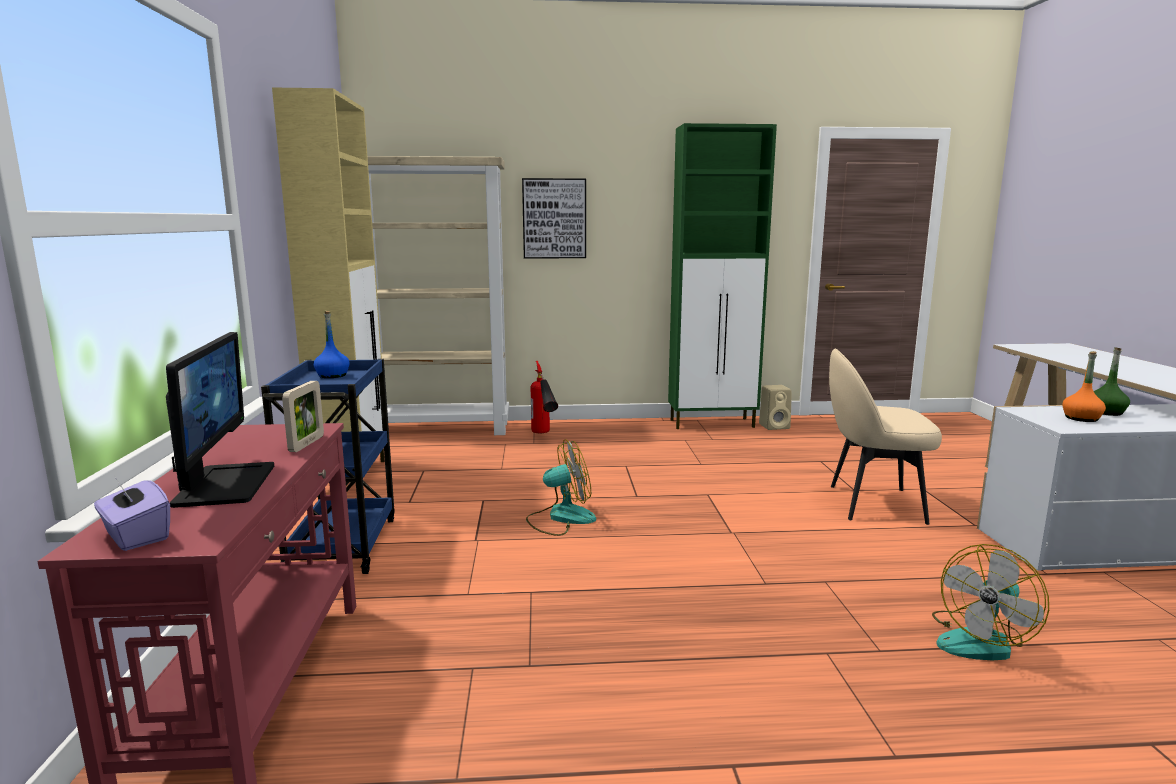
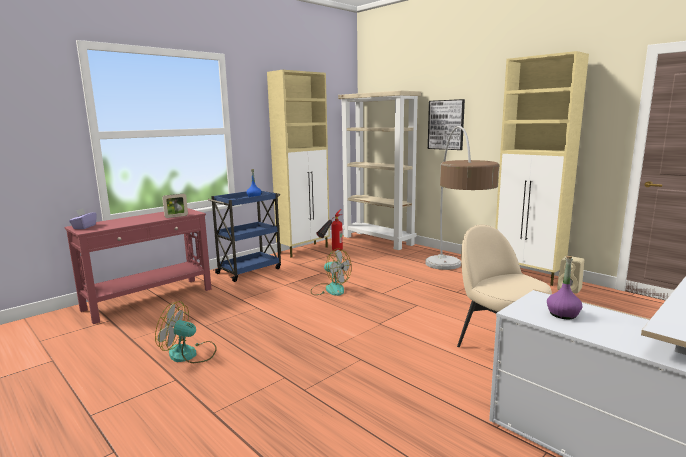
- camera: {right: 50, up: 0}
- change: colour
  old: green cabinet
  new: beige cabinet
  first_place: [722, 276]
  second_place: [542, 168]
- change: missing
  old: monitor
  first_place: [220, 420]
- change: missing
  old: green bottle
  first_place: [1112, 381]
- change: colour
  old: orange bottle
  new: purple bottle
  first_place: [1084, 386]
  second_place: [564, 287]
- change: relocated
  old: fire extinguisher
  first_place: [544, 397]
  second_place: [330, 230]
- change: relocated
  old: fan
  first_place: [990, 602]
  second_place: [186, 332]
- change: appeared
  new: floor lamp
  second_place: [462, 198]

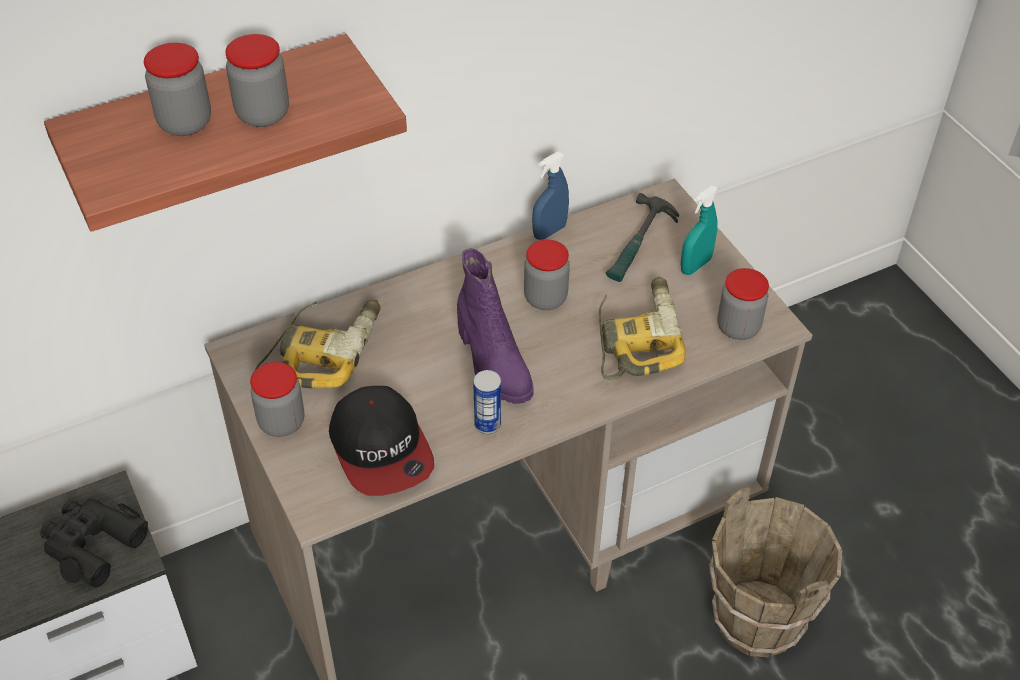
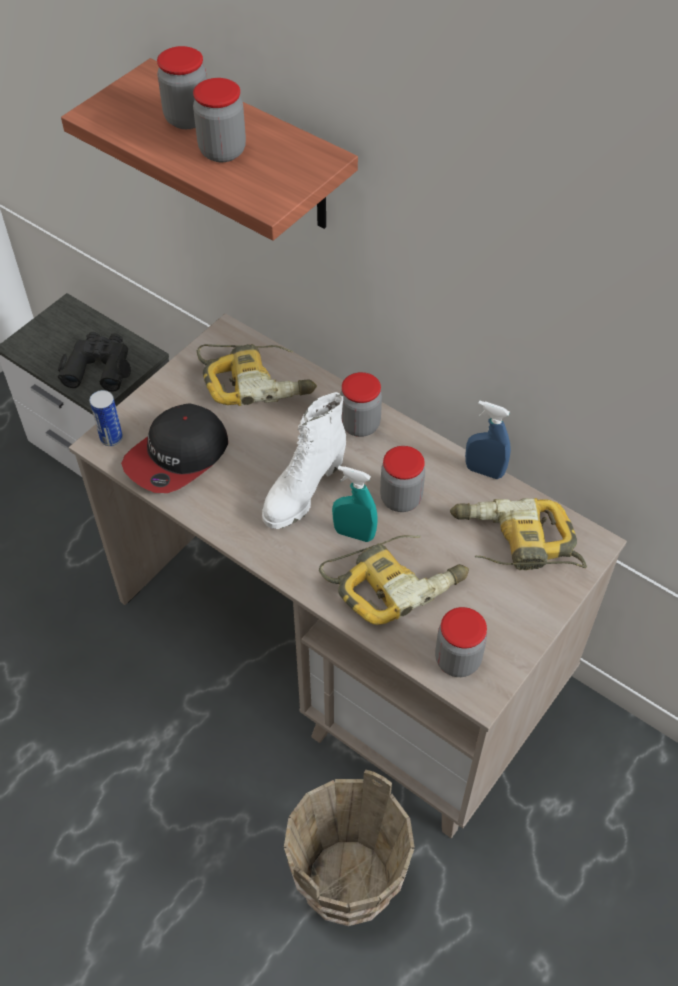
- camera: {right: 65, up: 5}
- change: relocated
  old: turquoise spray bottle
  first_place: [699, 230]
  second_place: [355, 504]
- change: exchanged
  old: hammer
  new: power drill
  first_place: [642, 237]
  second_place: [518, 534]
- change: colour
  old: purple boot
  new: white boot
  first_place: [495, 326]
  second_place: [304, 460]
- change: relocated
  old: jar
  first_place: [277, 399]
  second_place: [361, 404]
- change: relocated
  old: can
  first_place: [487, 402]
  second_place: [106, 418]

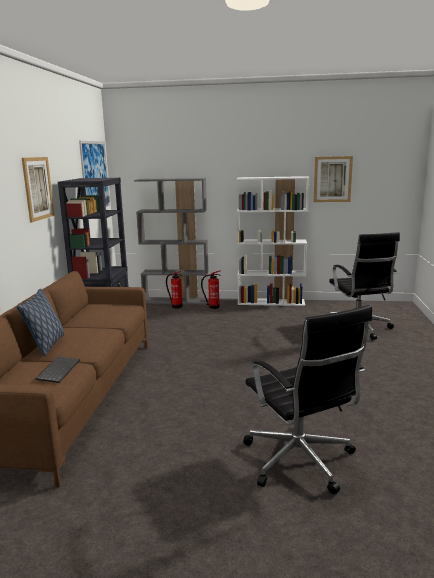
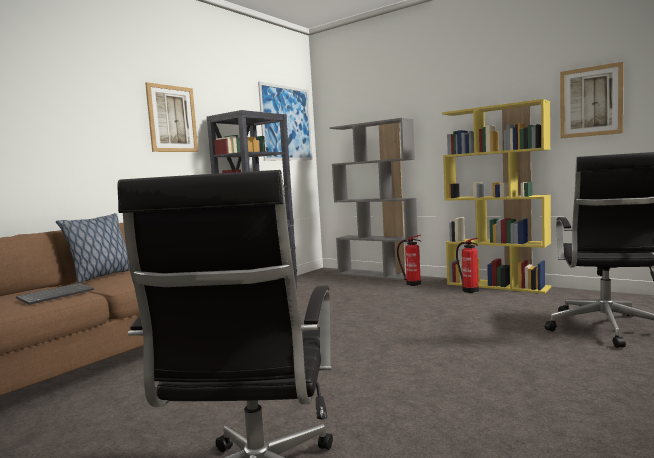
- camera: {right: 30, up: -10}
- change: colour
  old: white bookcase
  new: yellow bookcase
  first_place: [273, 241]
  second_place: [496, 196]
- change: relocated
  old: fire extinguisher
  first_place: [174, 290]
  second_place: [467, 265]

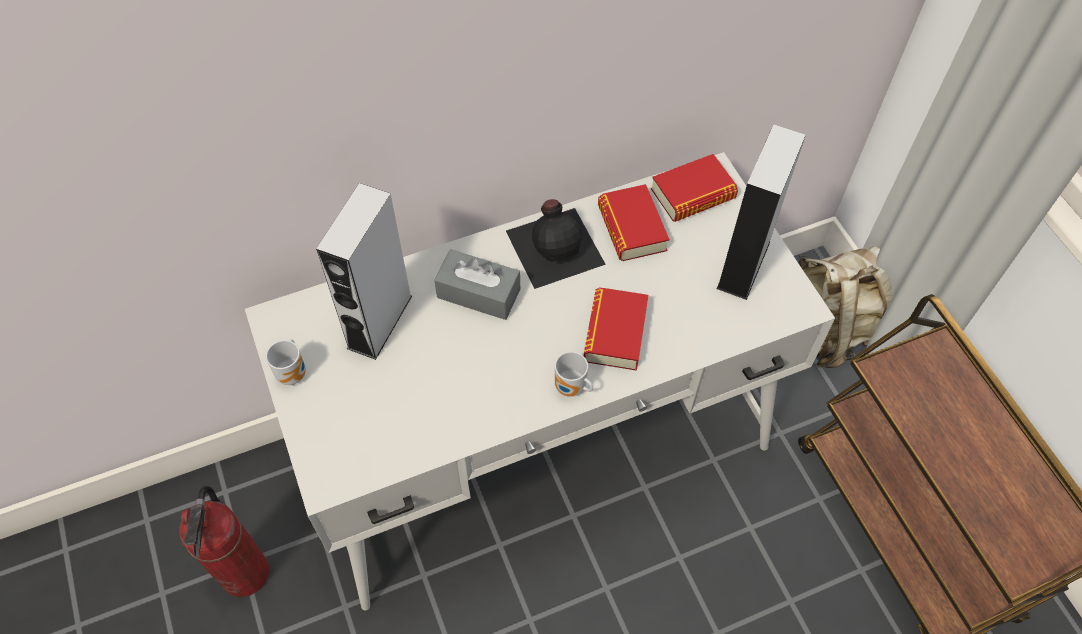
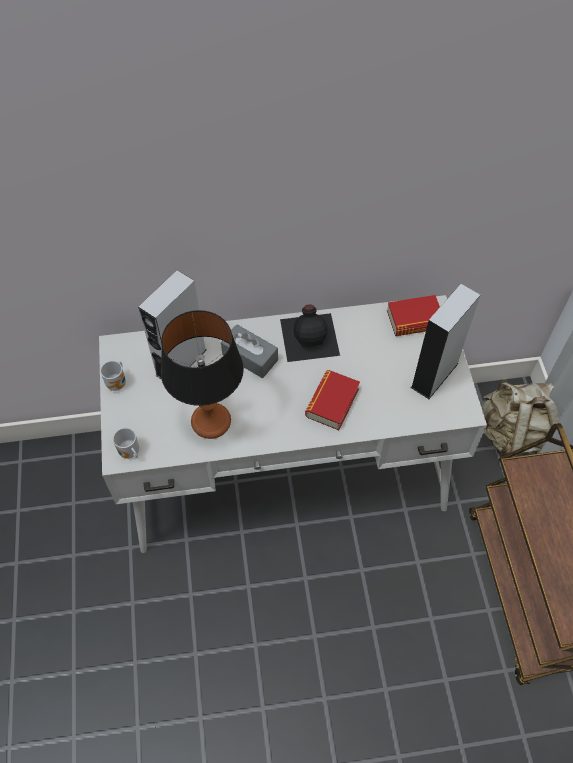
- camera: {right: 15, up: 0}
- change: missing
  old: book
  first_place: [634, 222]
- change: relocated
  old: mug
  first_place: [574, 374]
  second_place: [126, 443]
- change: missing
  old: fire extinguisher
  first_place: [224, 541]
- change: appeared
  new: table lamp
  second_place: [202, 374]

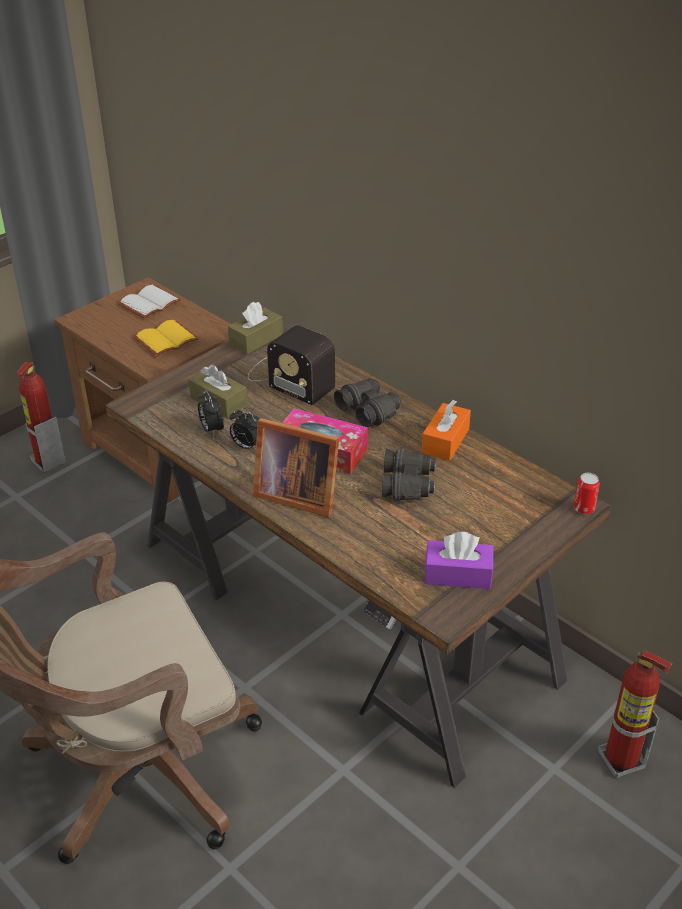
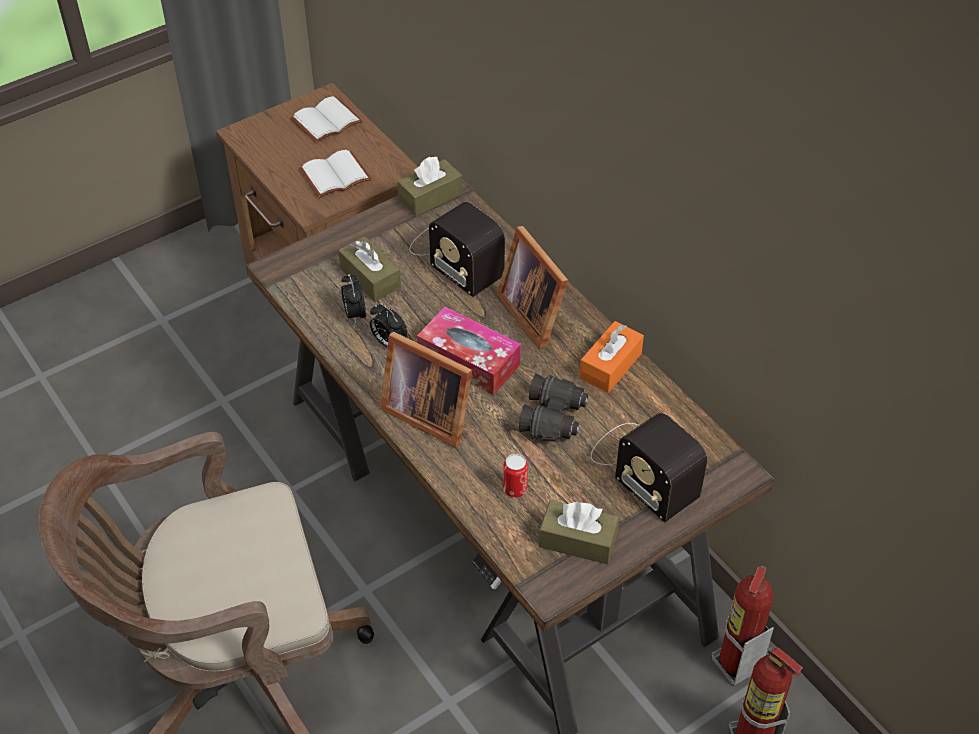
- camera: {right: 10, up: 10}
- change: colour
  old: yellow book
  new: white book
  first_place: [166, 338]
  second_place: [335, 174]
- change: relocated
  old: fire extinguisher
  first_place: [41, 417]
  second_place: [742, 626]
- change: exchanged
  old: black binoculars
  new: picture frame
  first_place: [367, 402]
  second_place: [532, 287]
- change: relocated
  old: can
  first_place: [587, 493]
  second_place: [515, 476]
- change: colour
  old: purple tissue box
  new: brown tissue box
  first_place: [459, 560]
  second_place: [579, 532]
- change: appeared
  new: radio
  second_place: [649, 467]

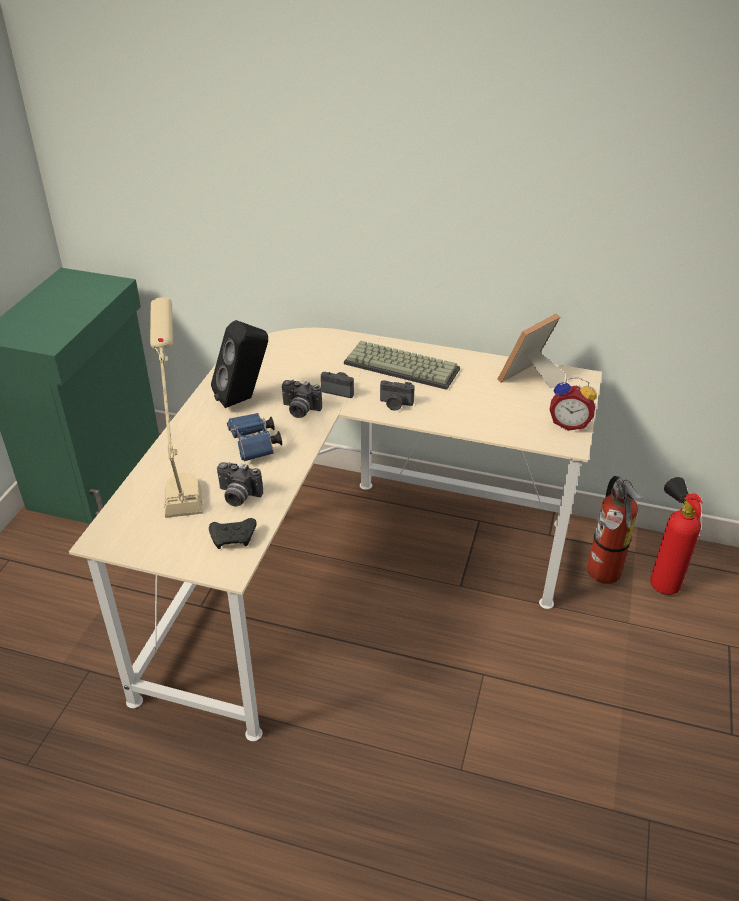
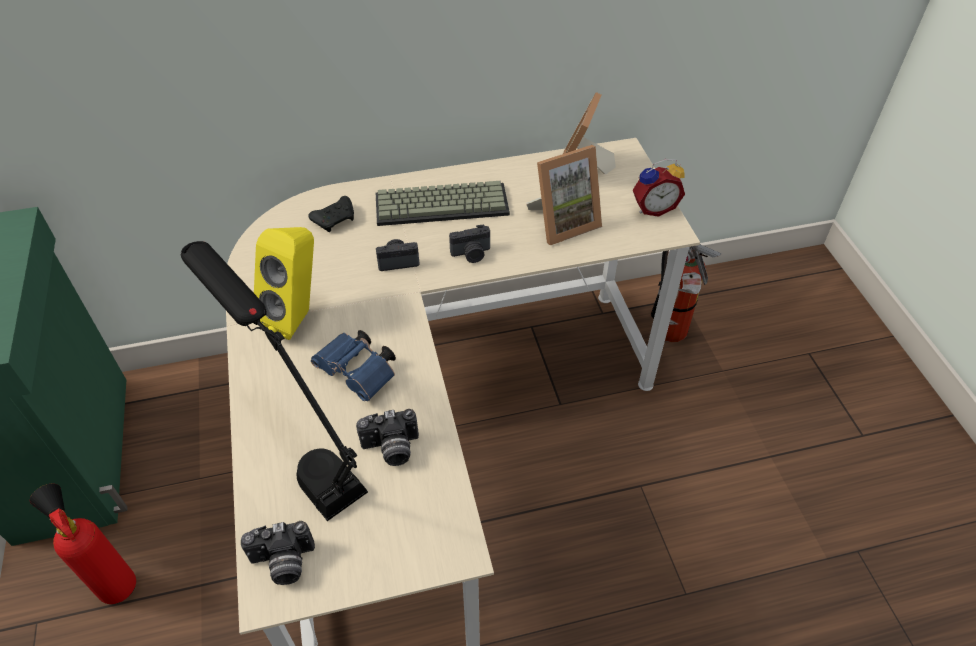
- camera: {right: -30, up: 10}
- change: colour
  old: beige table lamp
  new: black table lamp
  first_place: [176, 407]
  second_place: [274, 381]
- change: colour
  old: black speaker
  new: yellow speaker
  first_place: [239, 364]
  second_place: [284, 283]
- change: relocated
  old: photo camera
  first_place: [302, 399]
  second_place: [278, 553]
- change: relocated
  old: fire extinguisher
  first_place: [676, 536]
  second_place: [83, 544]
- change: relocated
  old: black game controller
  first_place: [233, 533]
  second_place: [331, 214]
- change: appeared
  new: picture frame
  second_place: [564, 195]

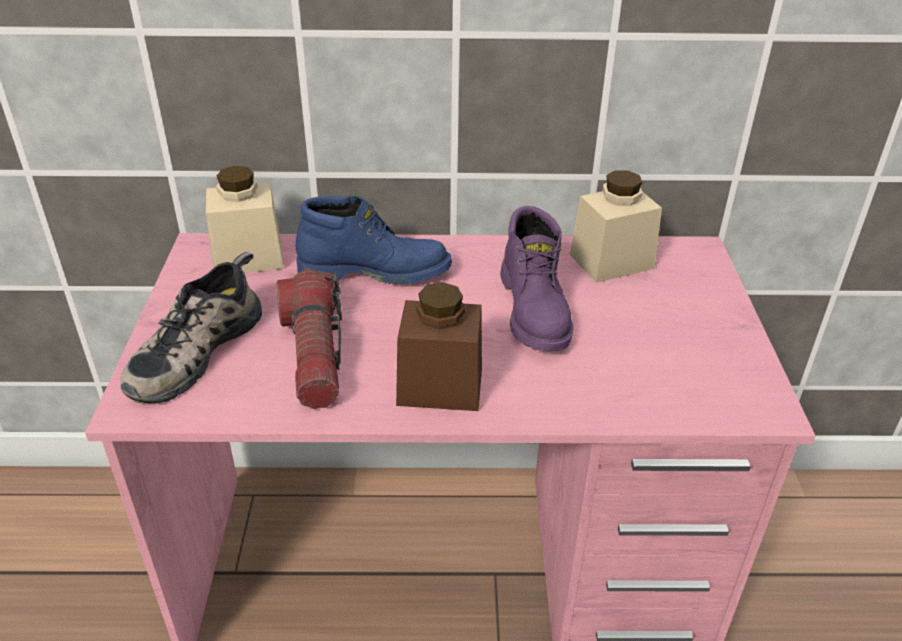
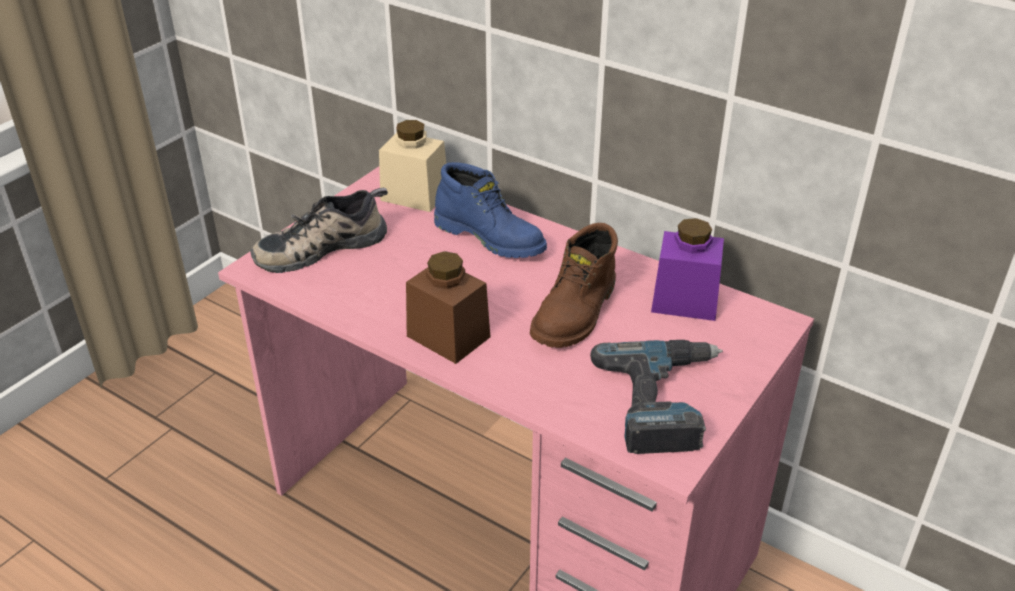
- camera: {right: 35, up: 0}
- change: colour
  old: beige jar
  new: purple jar
  first_place: [616, 226]
  second_place: [687, 269]
- change: colour
  old: purple boot
  new: brown boot
  first_place: [536, 279]
  second_place: [574, 285]
- change: missing
  old: flashlight
  first_place: [309, 339]
- change: appeared
  new: power drill
  second_place: [656, 397]

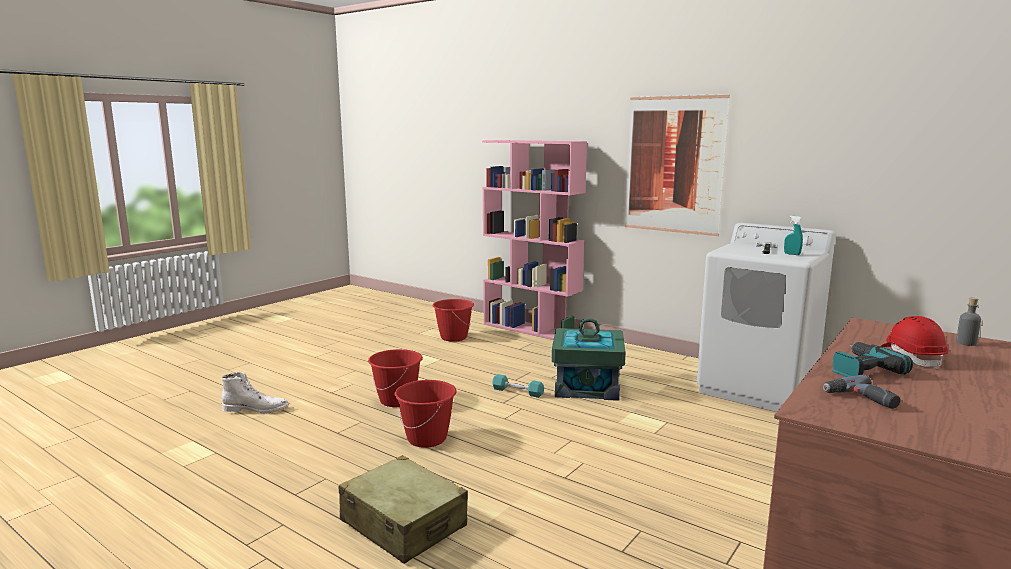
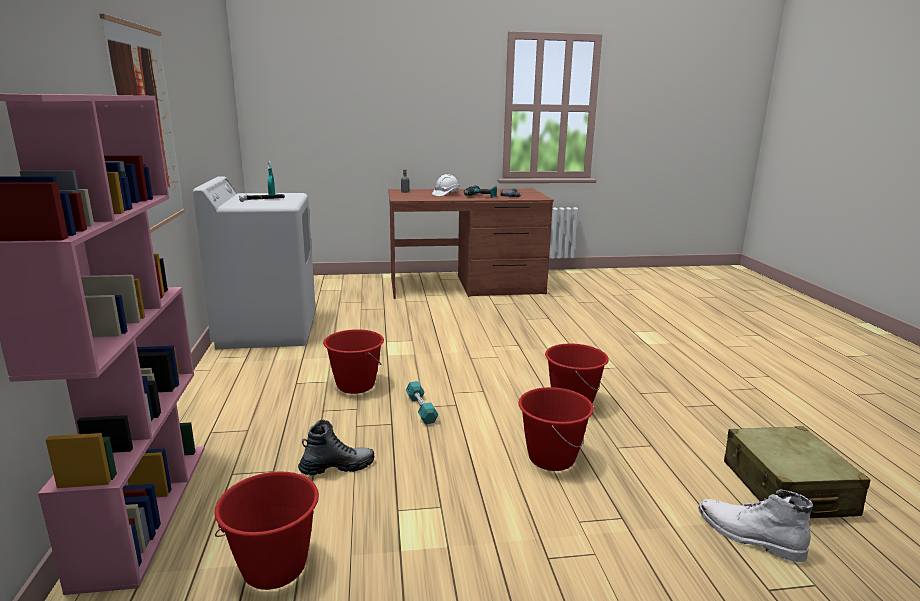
- camera: {right: -135, up: 5}
- change: colour
  old: red hard hat
  new: white hard hat
  first_place: [914, 342]
  second_place: [446, 185]
- change: exchanged
  old: green storage box
  new: red bucket
  first_place: [588, 359]
  second_place: [353, 361]
- change: relocated
  old: beige suitcase
  first_place: [403, 509]
  second_place: [797, 472]
- change: appeared
  new: boot
  second_place: [336, 447]

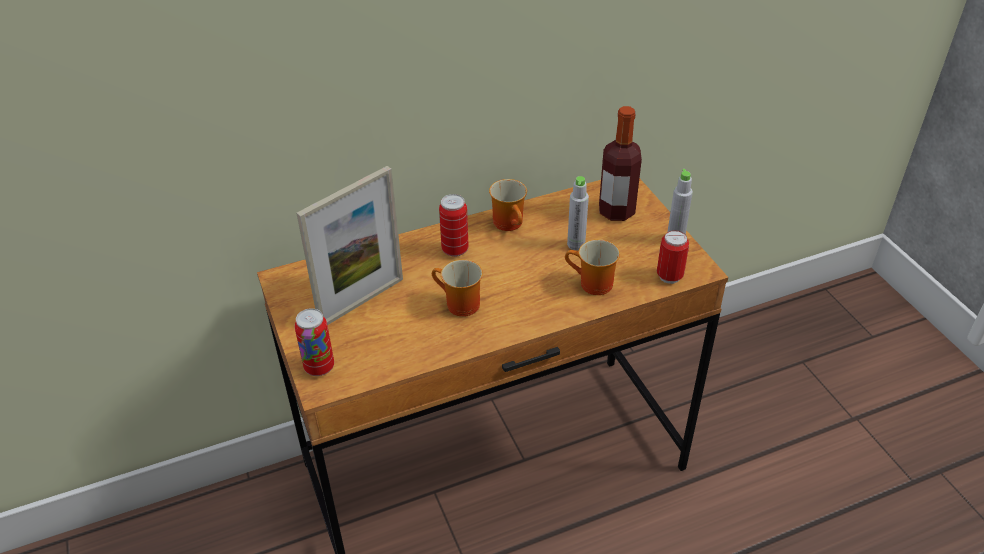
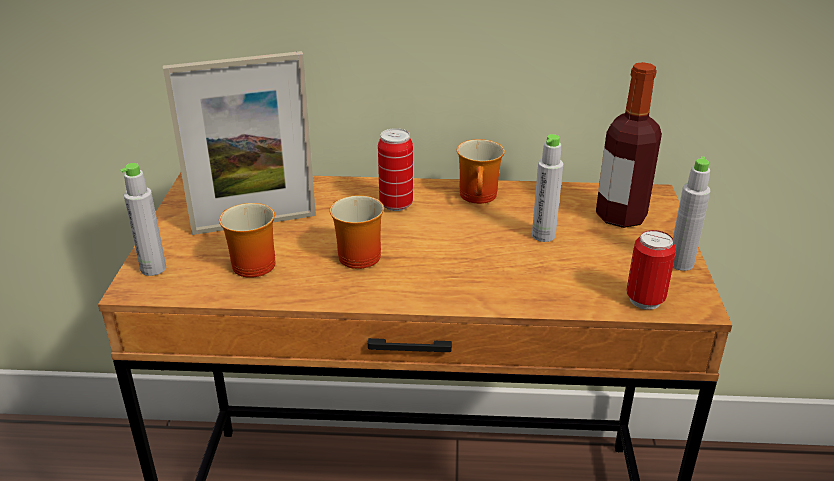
- camera: {right: 25, up: -10}
- change: relocated
  old: mug
  first_place: [592, 267]
  second_place: [247, 240]
- change: exchanged
  old: can
  new: grey bottle
  first_place: [314, 342]
  second_place: [143, 219]

